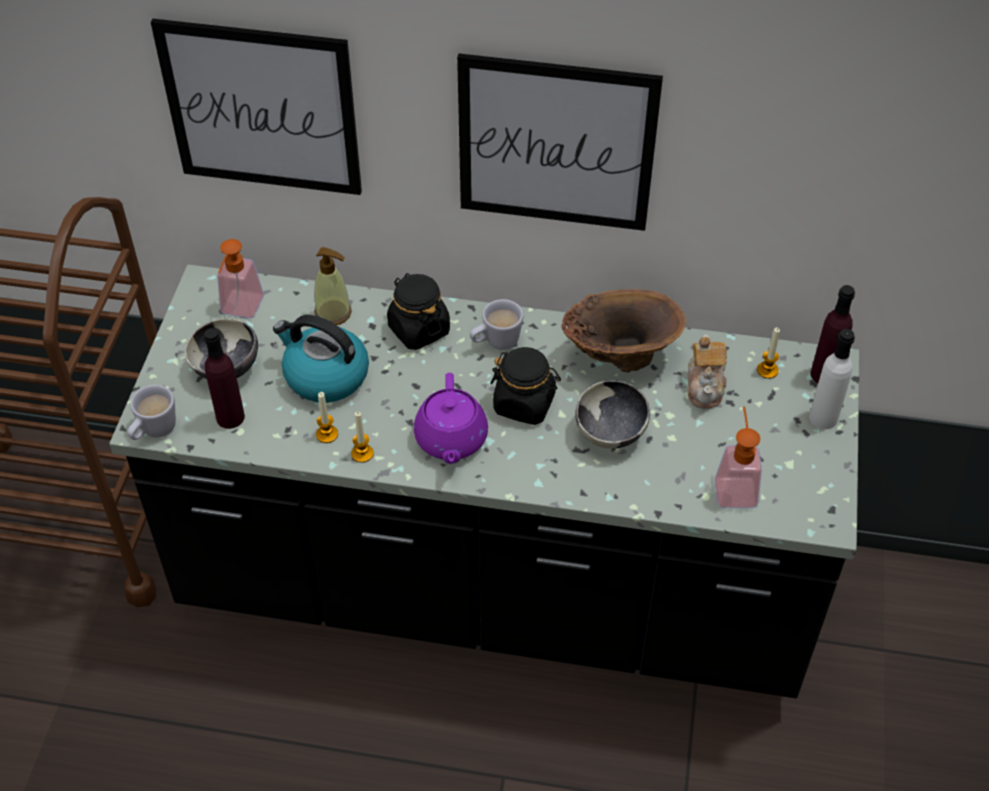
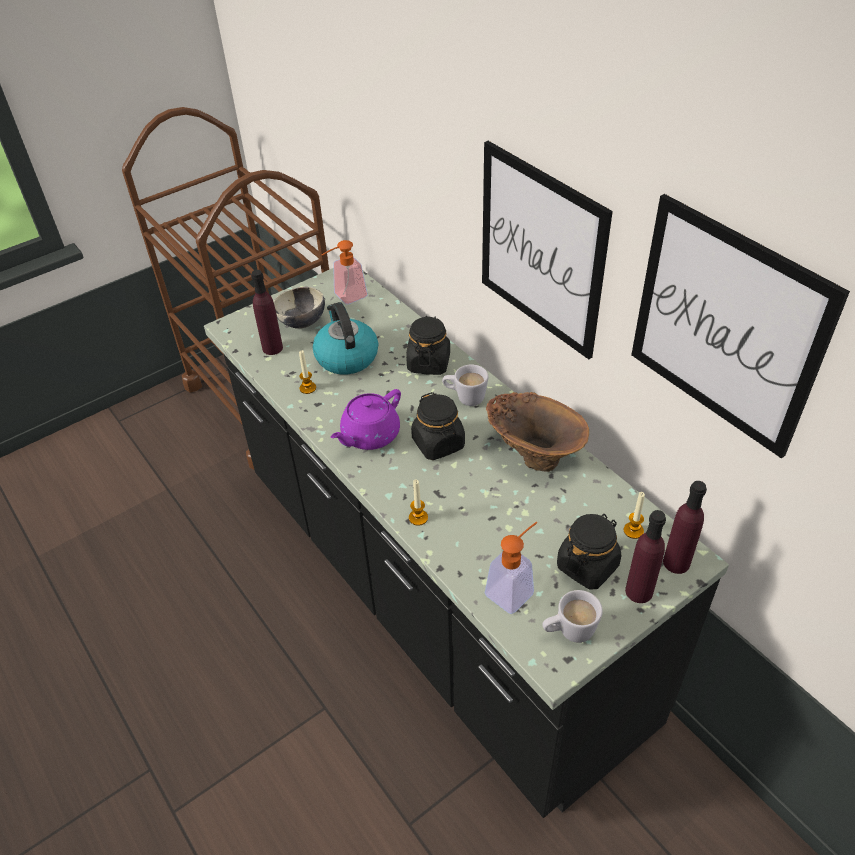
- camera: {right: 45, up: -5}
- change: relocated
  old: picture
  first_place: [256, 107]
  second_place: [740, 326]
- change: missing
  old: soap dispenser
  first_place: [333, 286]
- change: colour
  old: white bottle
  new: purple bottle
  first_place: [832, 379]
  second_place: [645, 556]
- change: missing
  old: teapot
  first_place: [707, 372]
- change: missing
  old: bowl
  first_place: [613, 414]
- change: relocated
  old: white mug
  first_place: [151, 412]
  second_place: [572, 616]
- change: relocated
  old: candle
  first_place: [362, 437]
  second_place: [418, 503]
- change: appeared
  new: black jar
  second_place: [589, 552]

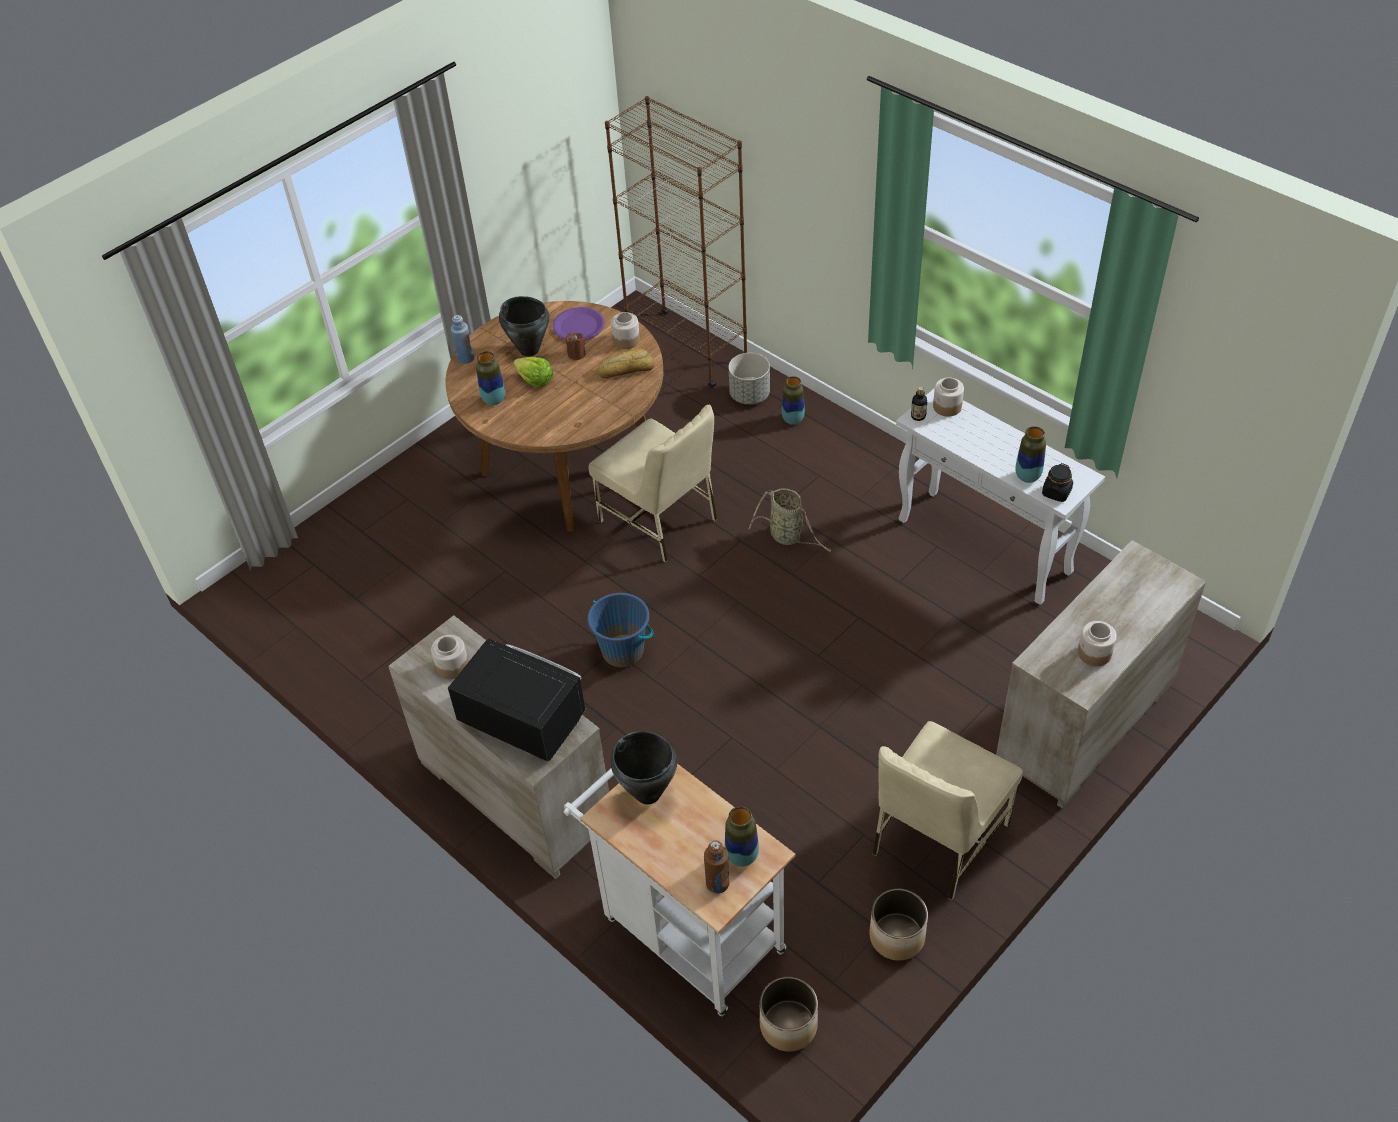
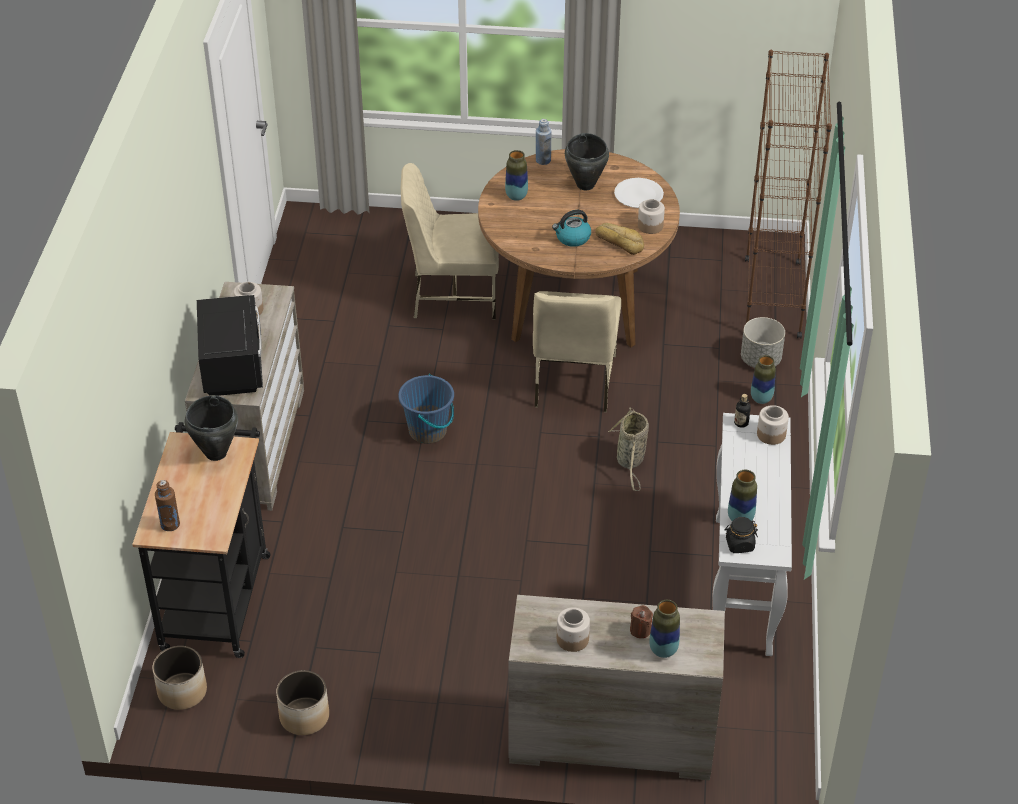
- camera: {right: 50, up: -5}
- change: colour
  old: purple plate
  new: white plate
  first_place: [579, 323]
  second_place: [639, 193]
- change: relocated
  old: brown candle
  first_place: [575, 346]
  second_place: [641, 621]
- change: missing
  old: lettuce
  first_place: [533, 372]
- change: relocated
  old: beige chair
  first_place: [948, 810]
  second_place: [450, 241]
- change: colour
  old: white cart
  new: black cart
  first_place: [679, 890]
  second_place: [201, 540]
- change: relocated
  old: vase
  first_place: [742, 836]
  second_place: [664, 629]
- change: appeared
  new: kettle
  second_place: [571, 228]

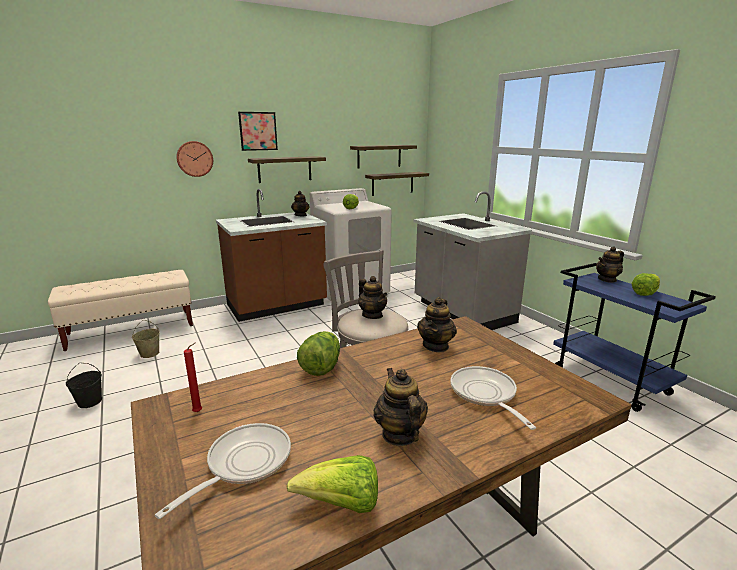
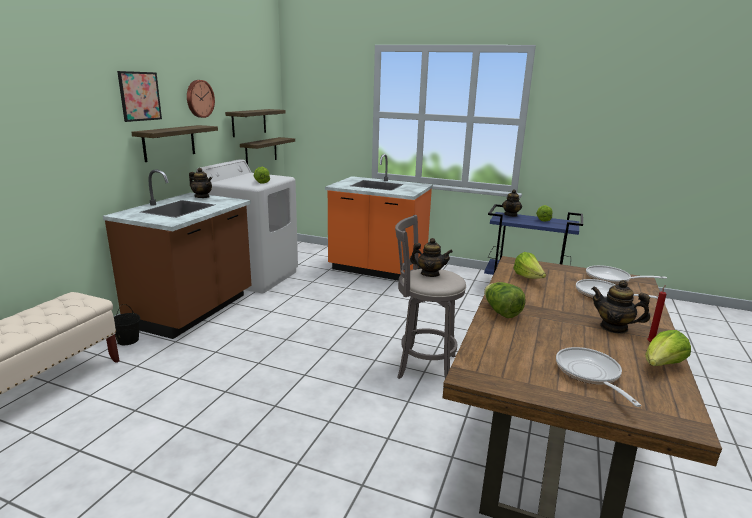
- camera: {right: -40, up: 0}
- change: relocated
  old: wall clock
  first_place: [194, 159]
  second_place: [201, 99]
- change: colour
  old: grey counter
  new: orange counter
  first_place: [472, 260]
  second_place: [379, 217]
- change: exchanged
  old: teapot
  new: lettuce
  first_place: [437, 324]
  second_place: [529, 265]
- change: missing
  old: beige bucket
  first_place: [146, 339]
- change: relocated
  old: red candle
  first_place: [193, 377]
  second_place: [657, 313]
- change: relocated
  old: black bucket
  first_place: [84, 385]
  second_place: [127, 324]
- change: appeared
  new: frying pan
  second_place: [626, 274]

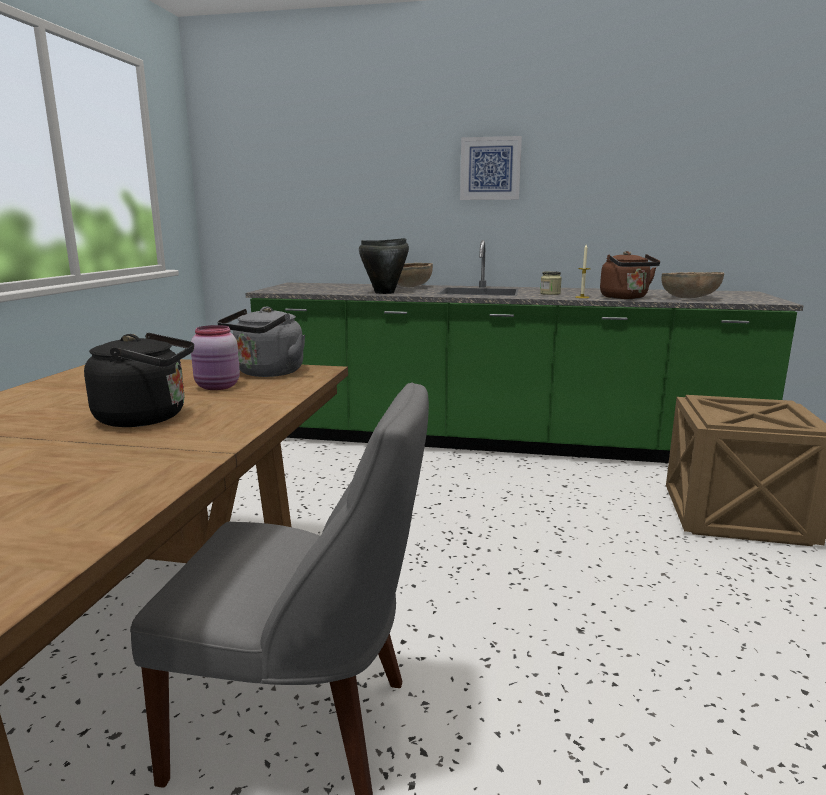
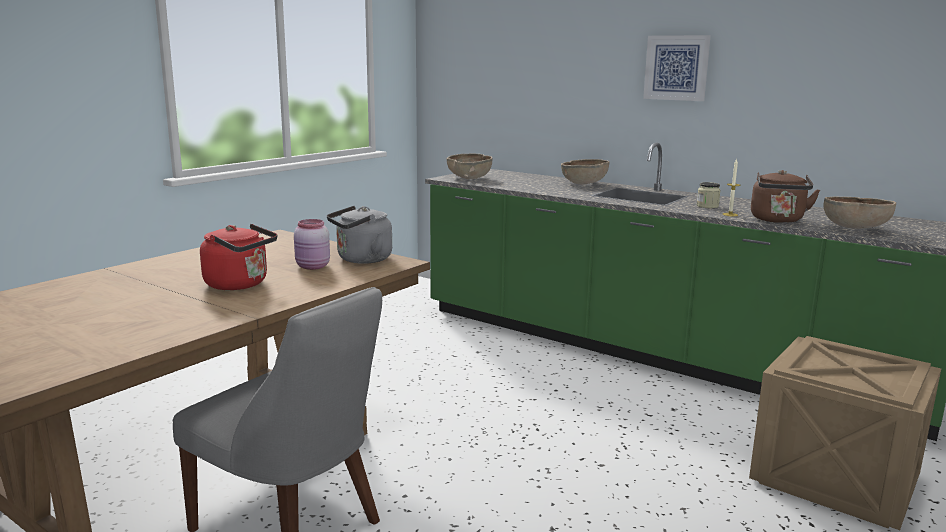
- camera: {right: 25, up: 0}
- change: missing
  old: black cooking pot
  first_place: [384, 266]
- change: colour
  old: black kettle
  new: red kettle
  first_place: [139, 380]
  second_place: [238, 257]
- change: appeared
  new: brown bowl
  second_place: [469, 166]

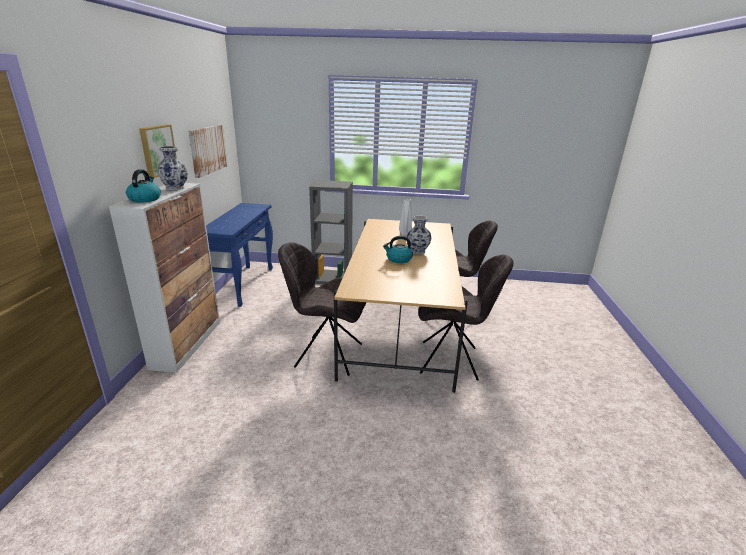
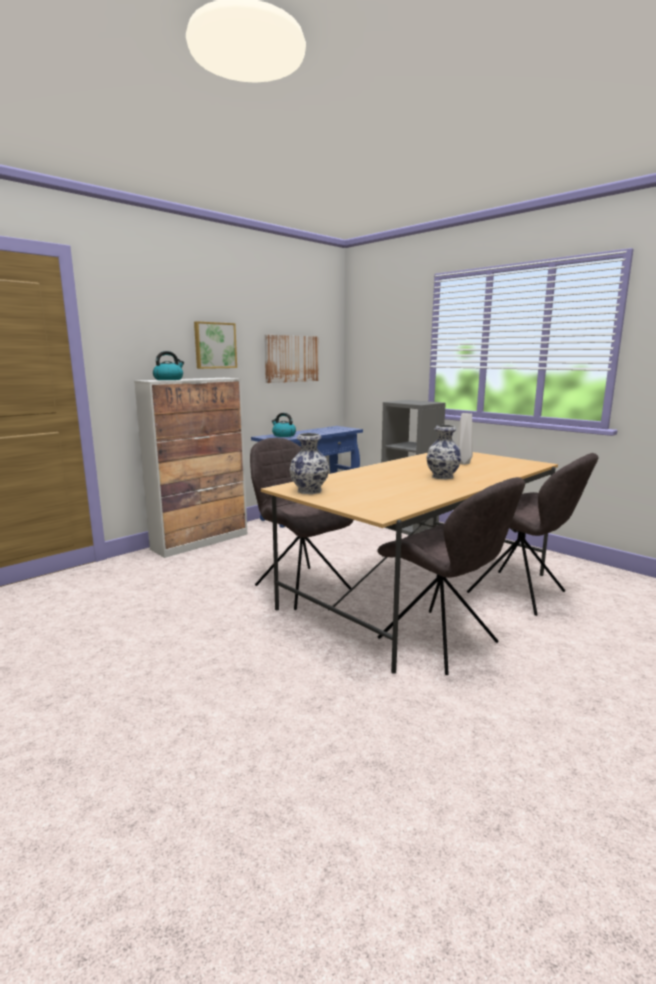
- camera: {right: 40, up: -10}
- change: relocated
  old: vase
  first_place: [172, 168]
  second_place: [309, 463]
- change: relocated
  old: kettle
  first_place: [398, 249]
  second_place: [284, 425]

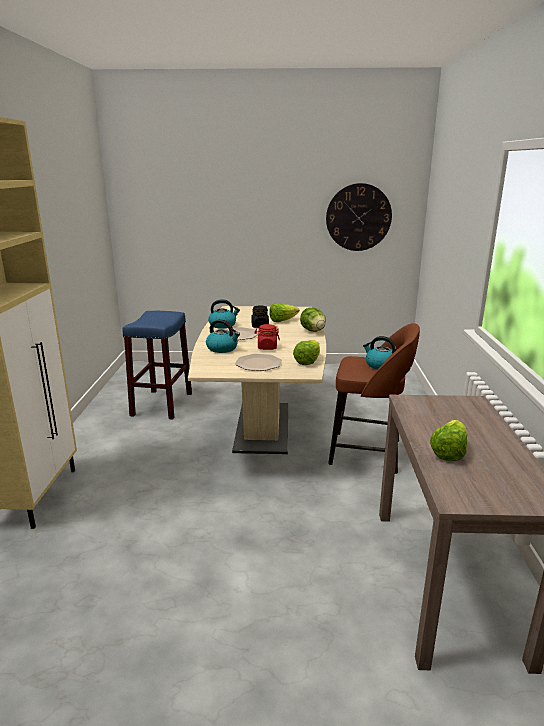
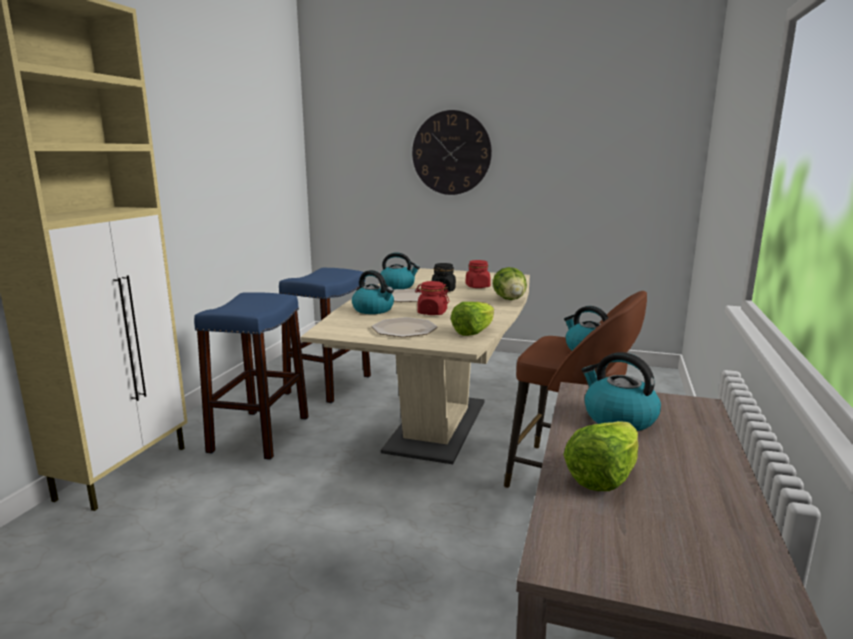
- camera: {right: 15, up: -5}
- change: relocated
  old: wall clock
  first_place: [359, 217]
  second_place: [452, 152]
- change: exchanged
  old: lettuce
  new: red jar
  first_place: [284, 312]
  second_place: [478, 274]
- change: appeared
  new: blue stool
  second_place: [251, 376]
- change: appeared
  new: kettle
  second_place: [621, 391]

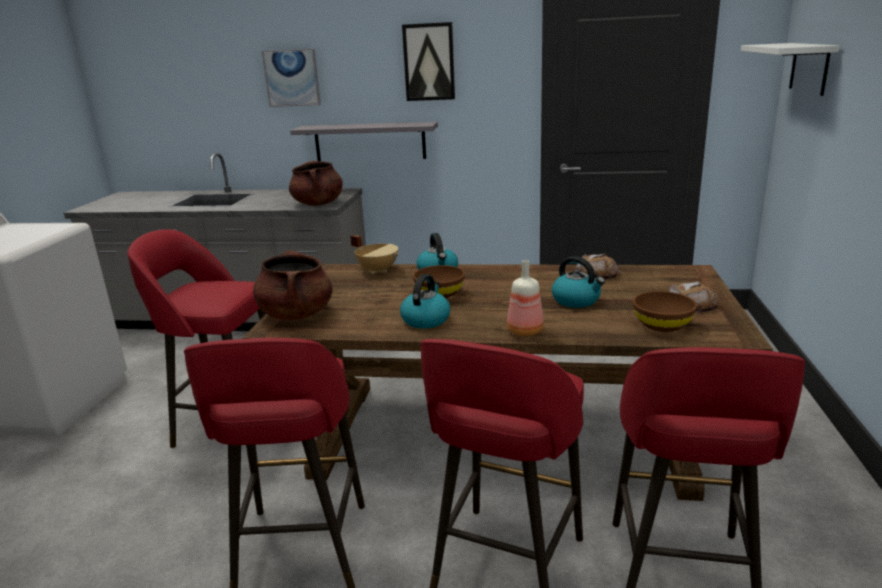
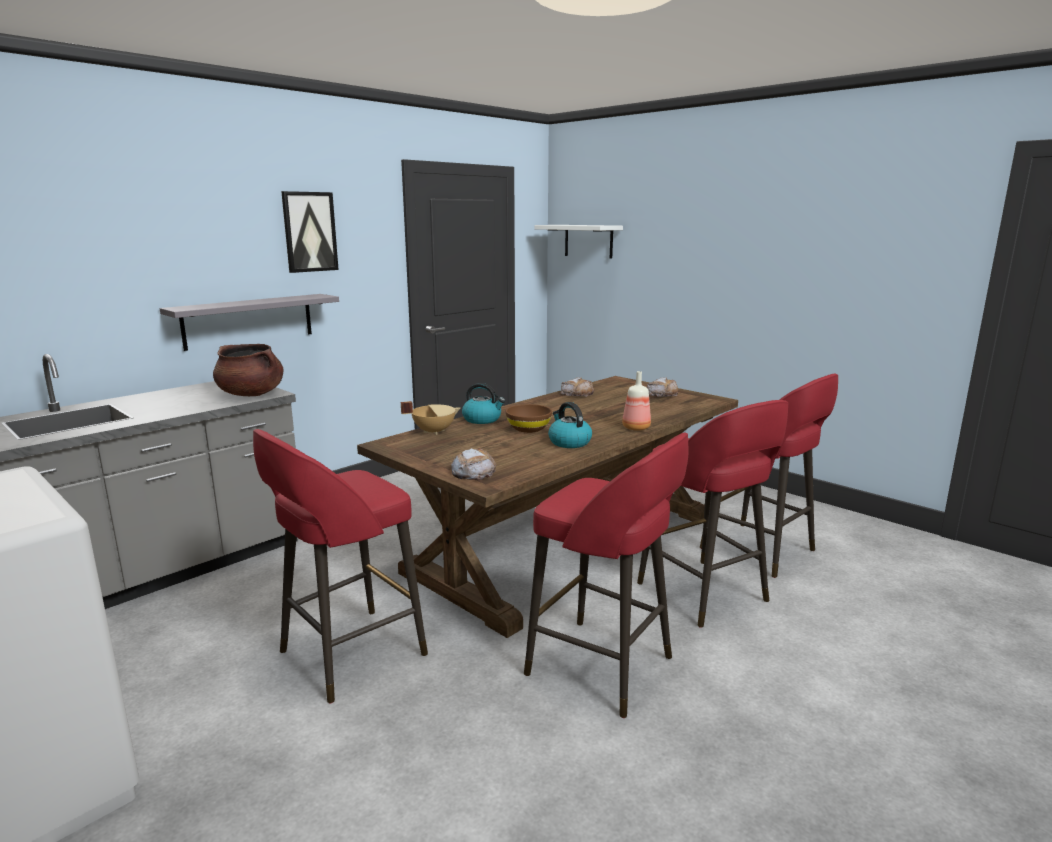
- camera: {right: -55, up: -5}
- change: missing
  old: picture
  first_place: [291, 78]
- change: exchanged
  old: brown cooking pot
  new: bread
  first_place: [293, 285]
  second_place: [473, 464]
- change: missing
  old: kettle
  first_place: [578, 282]
- change: missing
  old: brown bowl
  first_place: [665, 311]

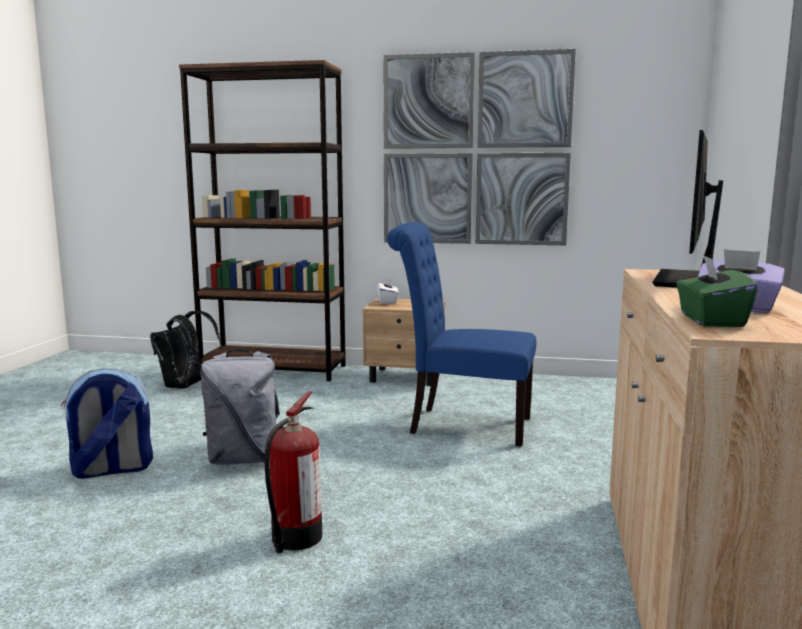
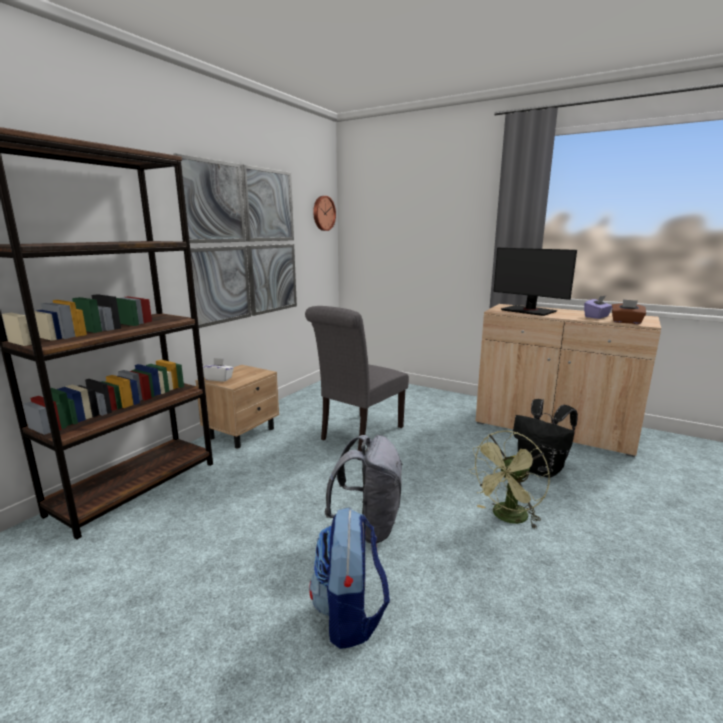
- camera: {right: -70, up: 5}
- change: colour
  old: blue chair
  new: grey chair
  first_place: [462, 334]
  second_place: [357, 379]
- change: colour
  old: green tissue box
  new: brown tissue box
  first_place: [717, 291]
  second_place: [629, 311]
- change: relocated
  old: black backpack
  first_place: [186, 350]
  second_place: [545, 438]
- change: exchanged
  old: fire extinguisher
  new: green fan
  first_place: [293, 472]
  second_place: [509, 480]
- change: appeared
  new: wall clock
  second_place: [324, 213]

